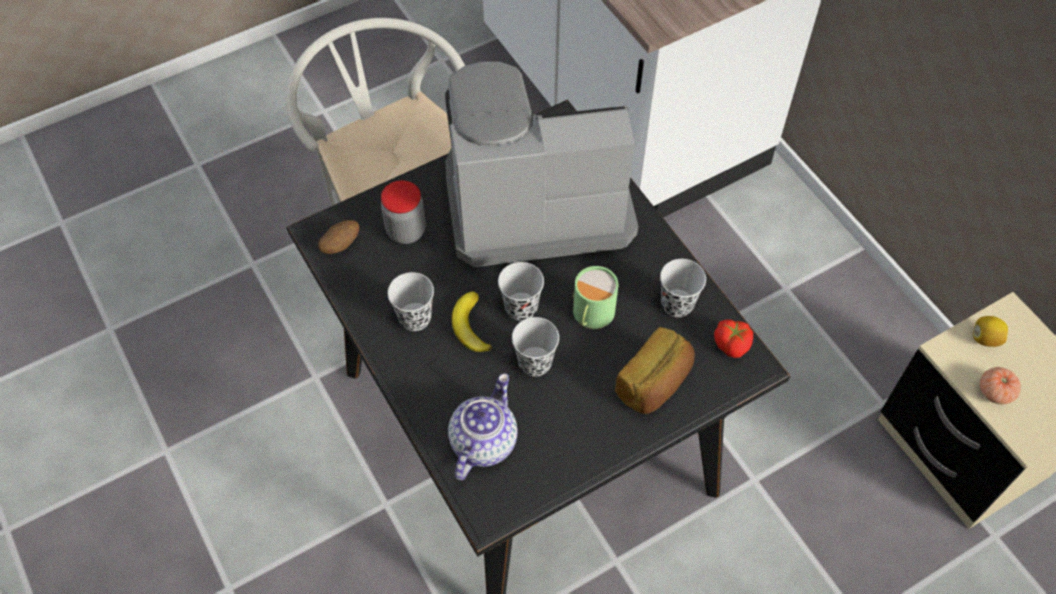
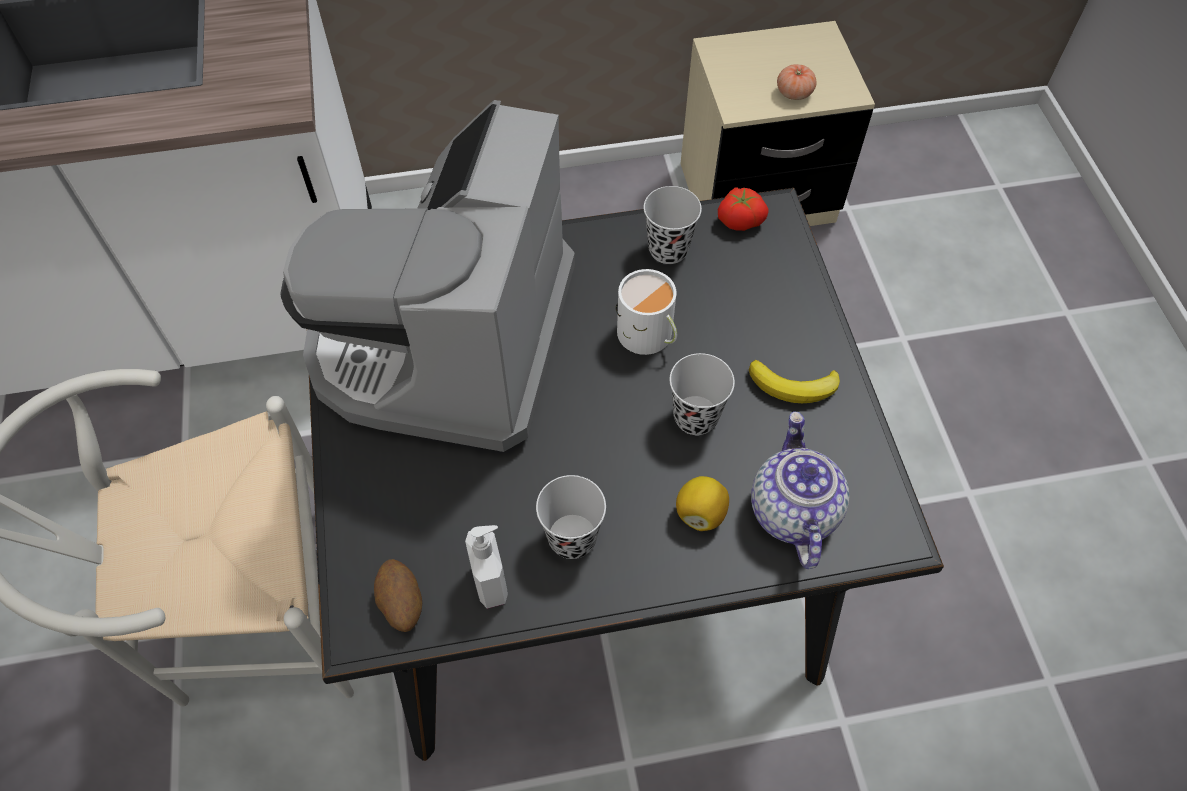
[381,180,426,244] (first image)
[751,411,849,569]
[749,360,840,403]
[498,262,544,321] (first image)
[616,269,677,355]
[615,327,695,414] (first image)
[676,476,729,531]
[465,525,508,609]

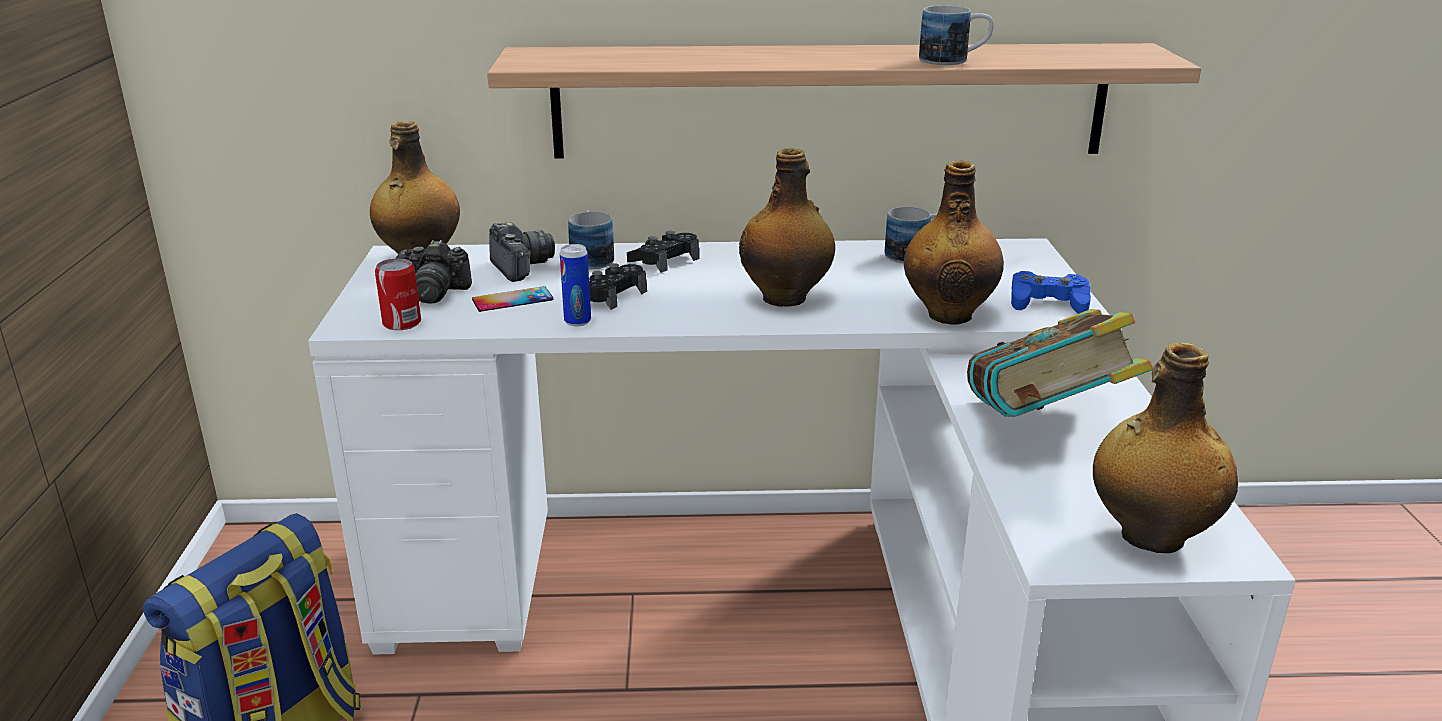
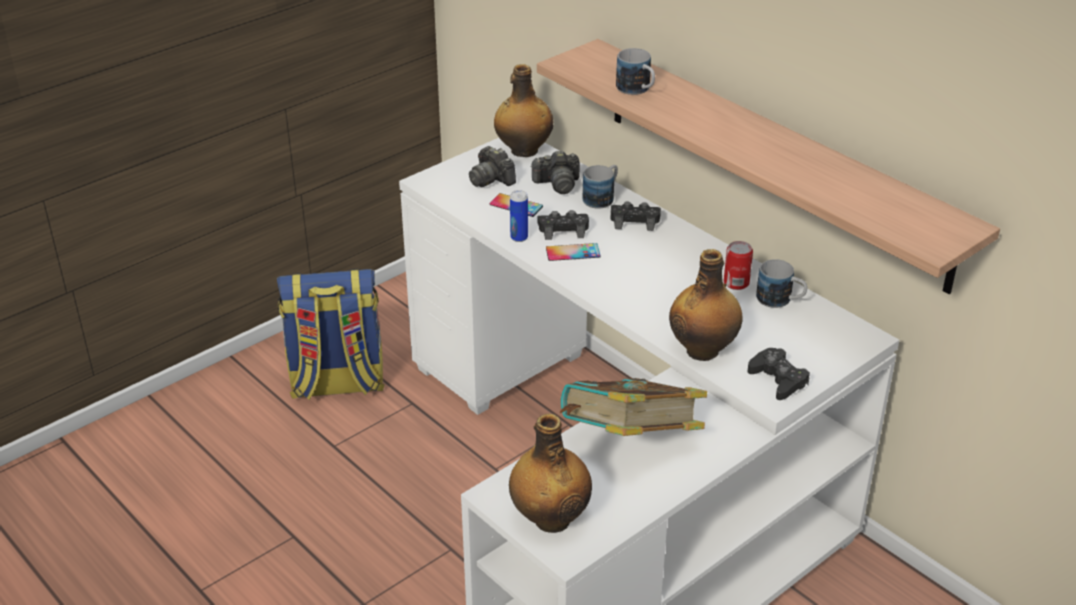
[724,241,753,290]
[531,150,580,194]
[739,148,835,307] (first image)
[616,48,655,95]
[748,348,810,400]
[546,243,600,261]

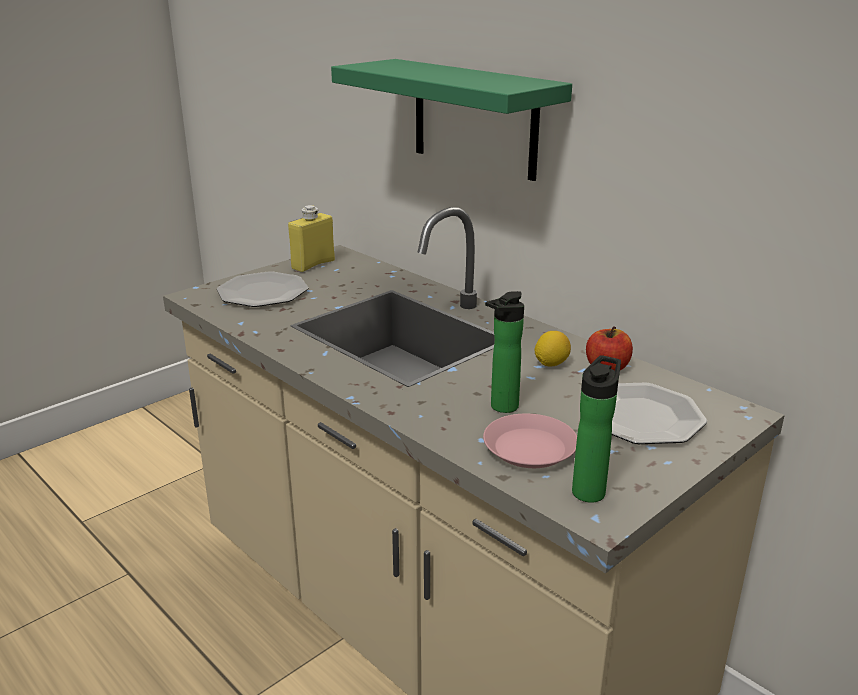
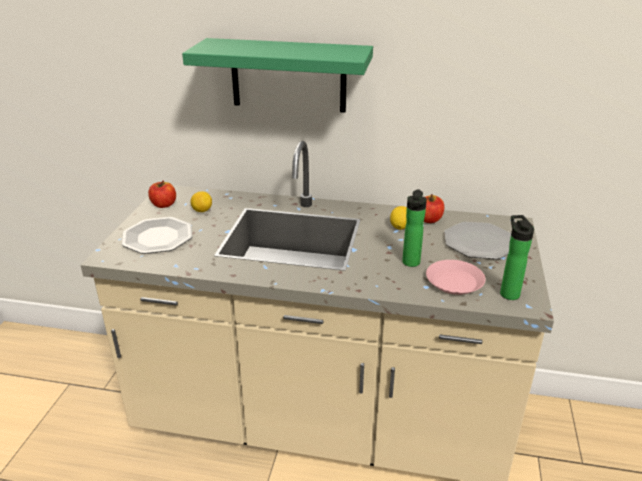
[148,180,176,208]
[190,191,212,212]

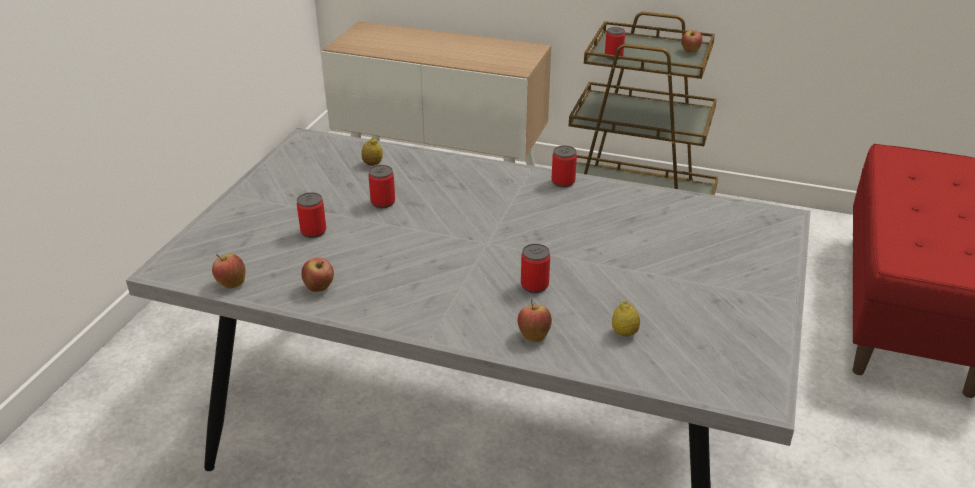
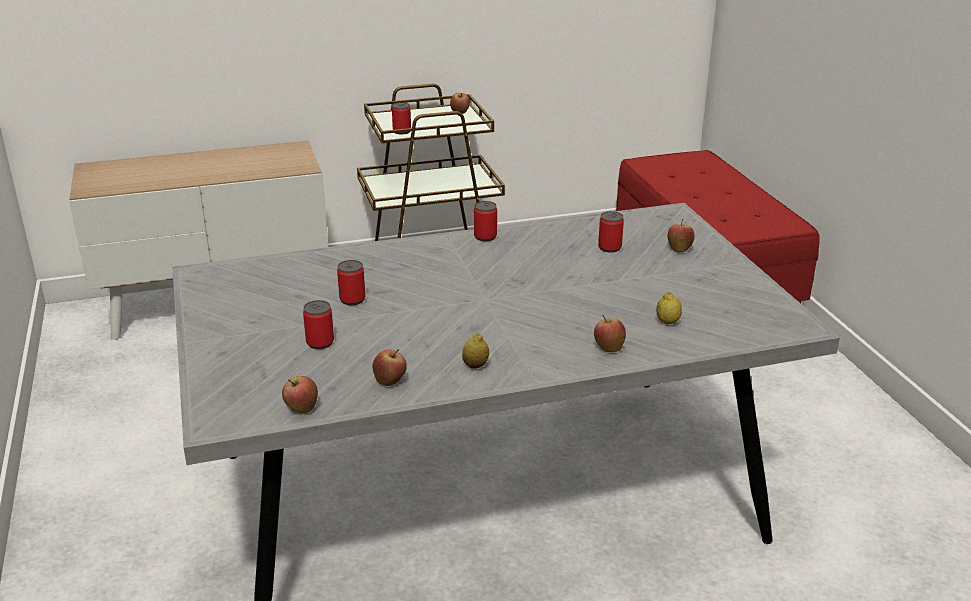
[462,333,489,369]
[598,211,624,253]
[667,219,695,253]

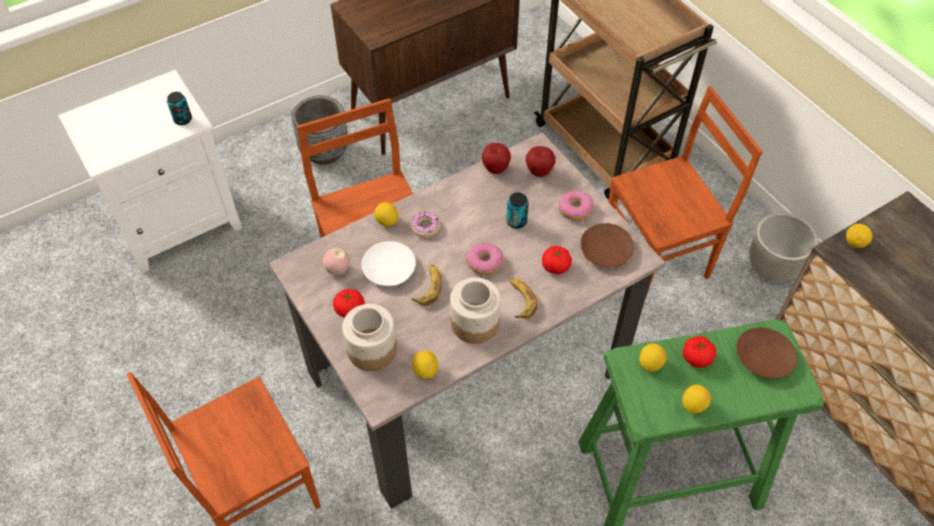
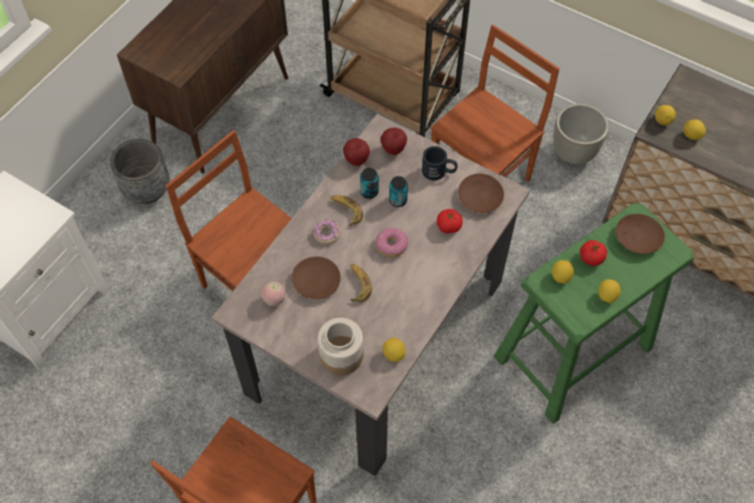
[360,168,379,199]
[333,289,365,318] (first image)
[292,257,341,299]
[683,119,706,140]
[450,277,501,344] (first image)
[330,195,363,226]
[422,146,457,180]

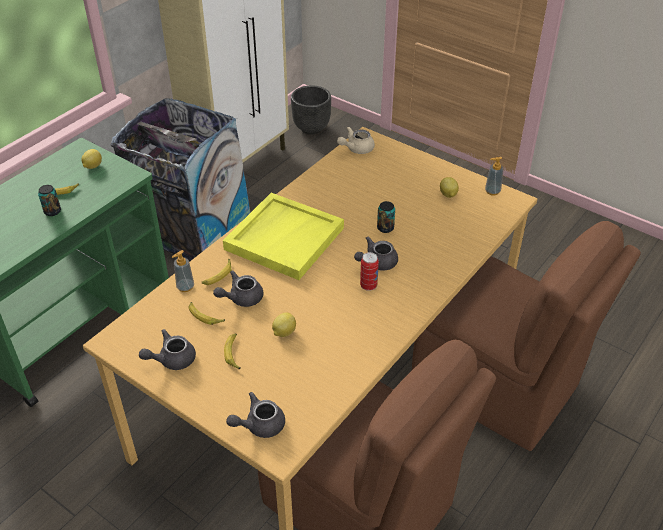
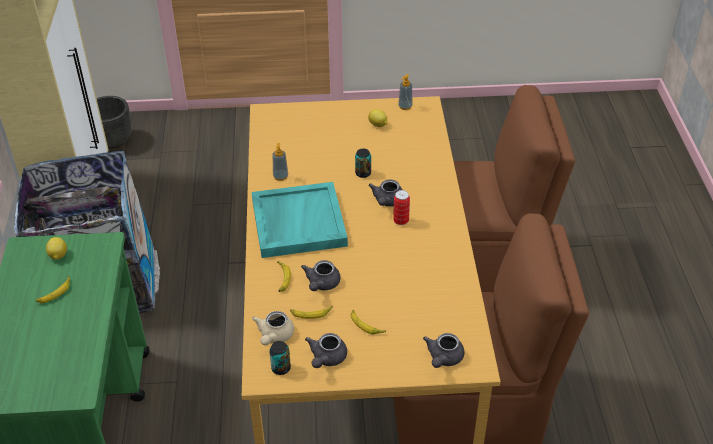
[269,341,291,375]
[272,143,288,181]
[251,182,348,258]
[272,312,296,337] (first image)
[252,311,294,346]

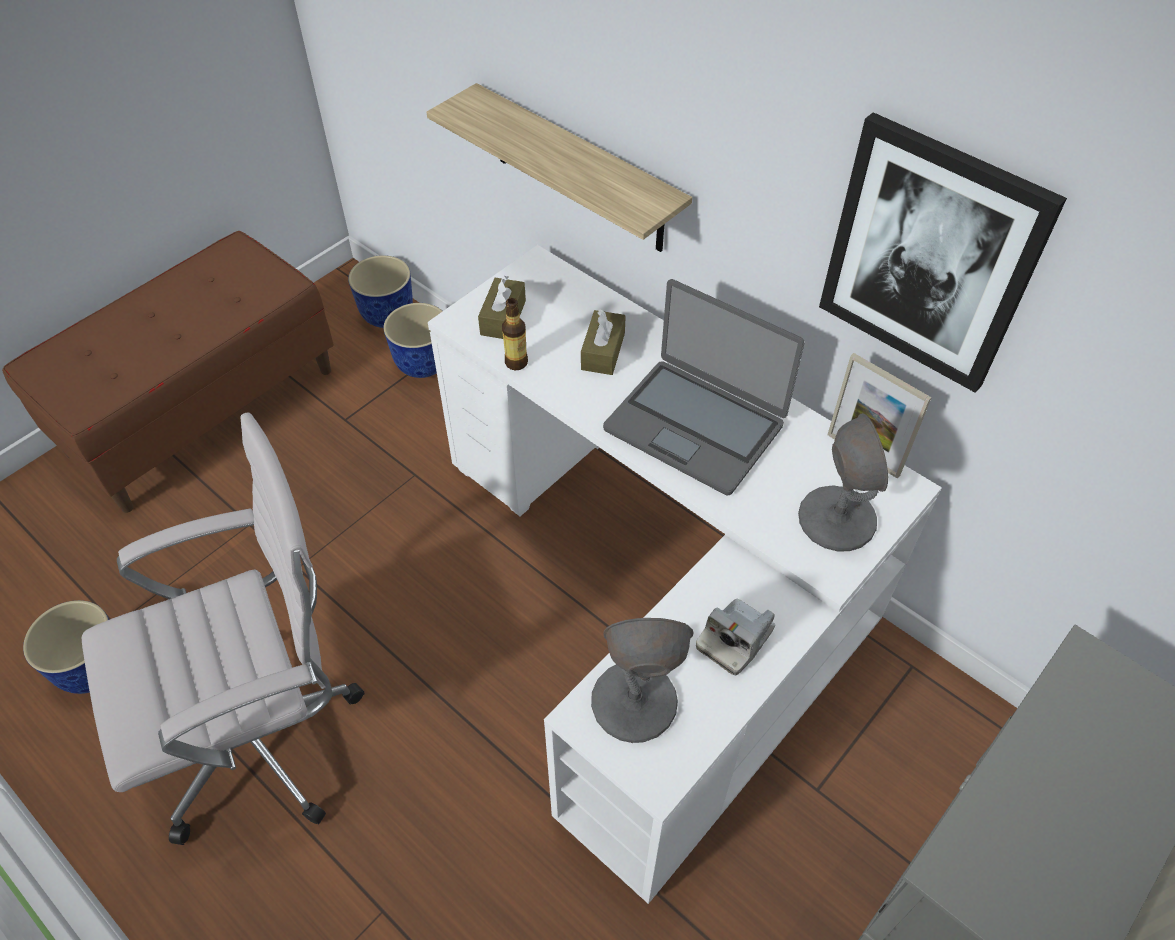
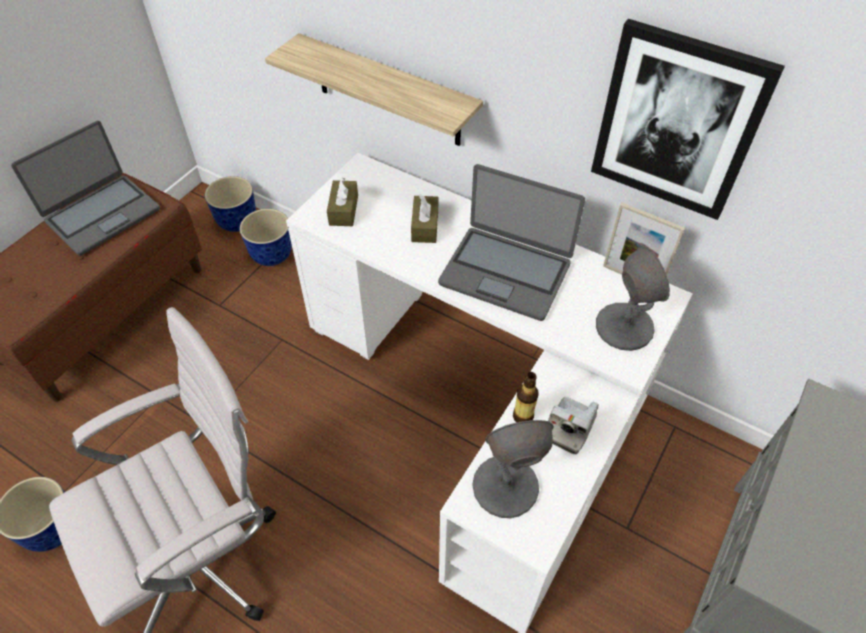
[513,372,539,423]
[11,121,160,256]

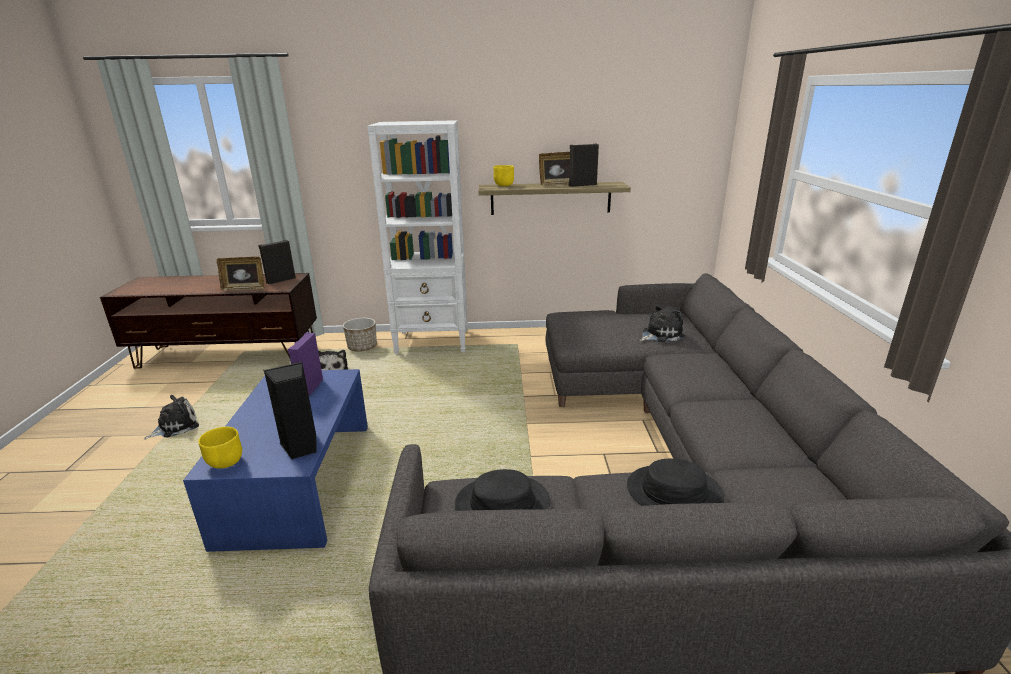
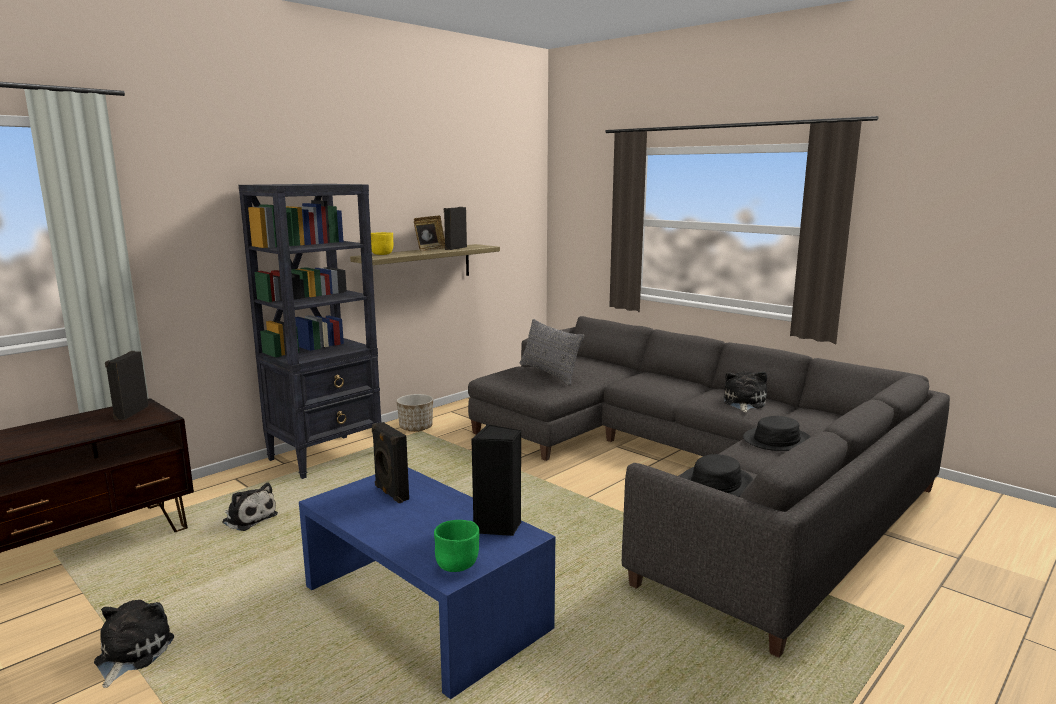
[434,520,479,572]
[217,257,265,291] (first image)
[372,422,409,503]
[397,394,433,432]
[239,184,382,479]
[724,371,767,413]
[520,319,585,385]

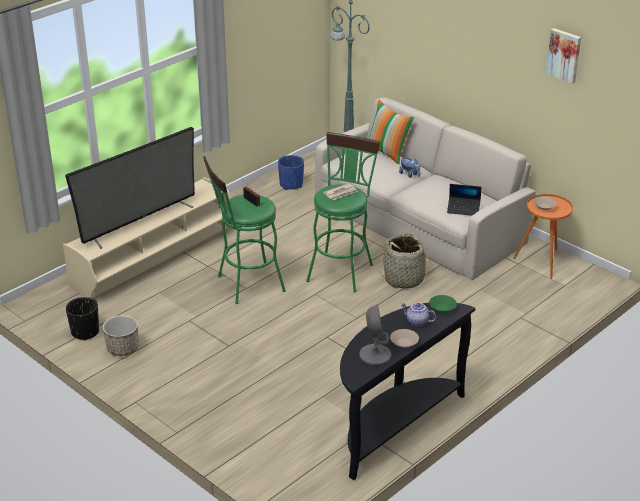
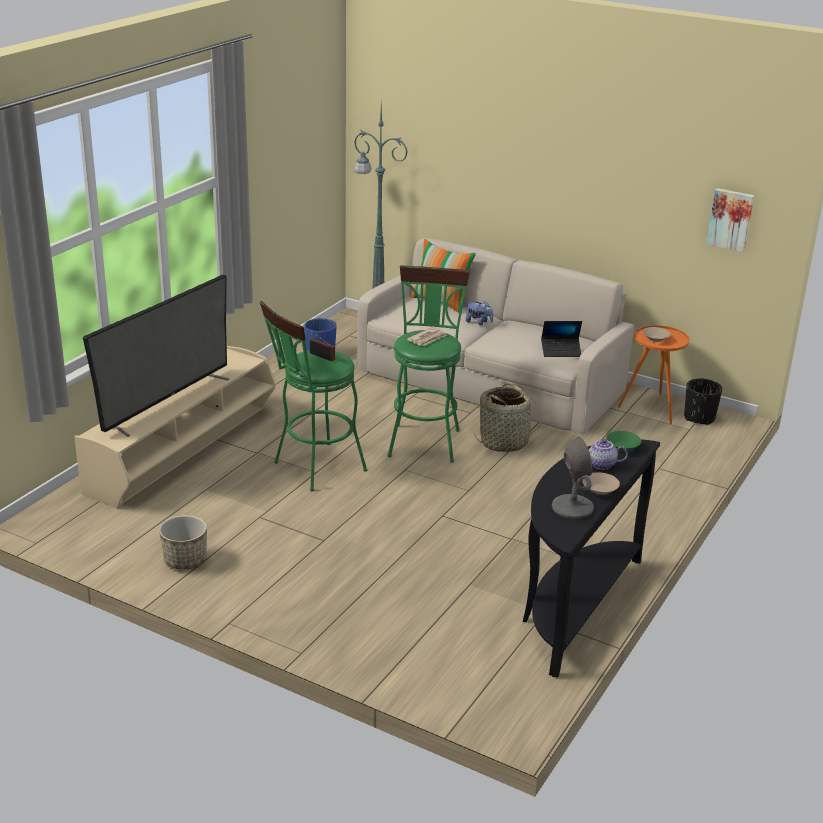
[684,378,722,425]
[707,188,754,252]

